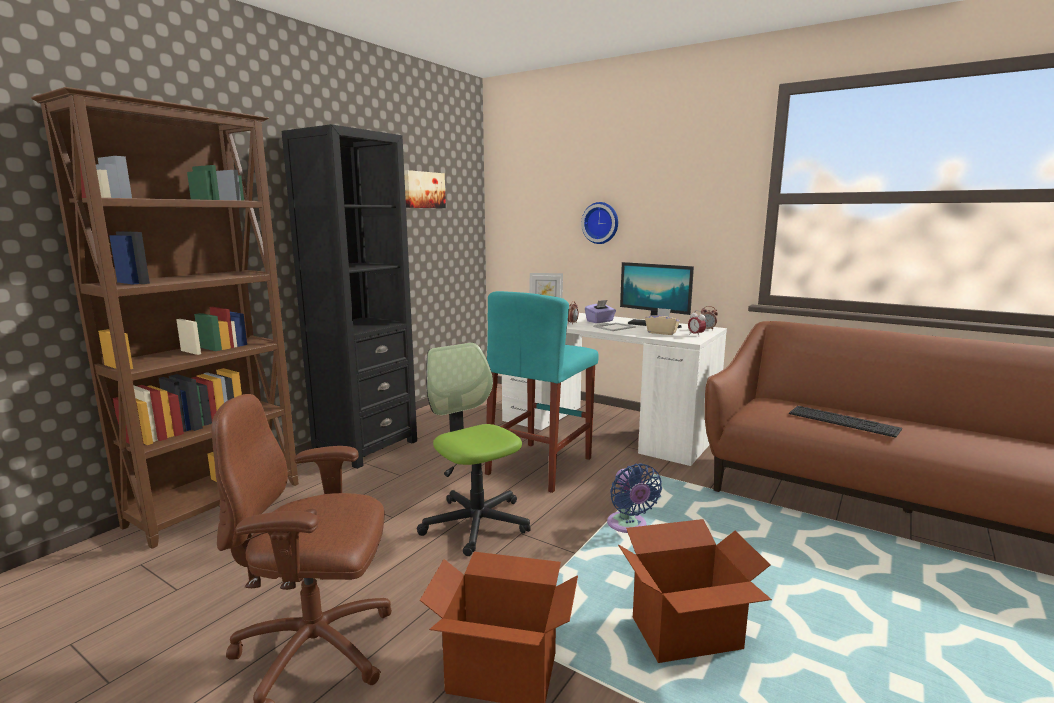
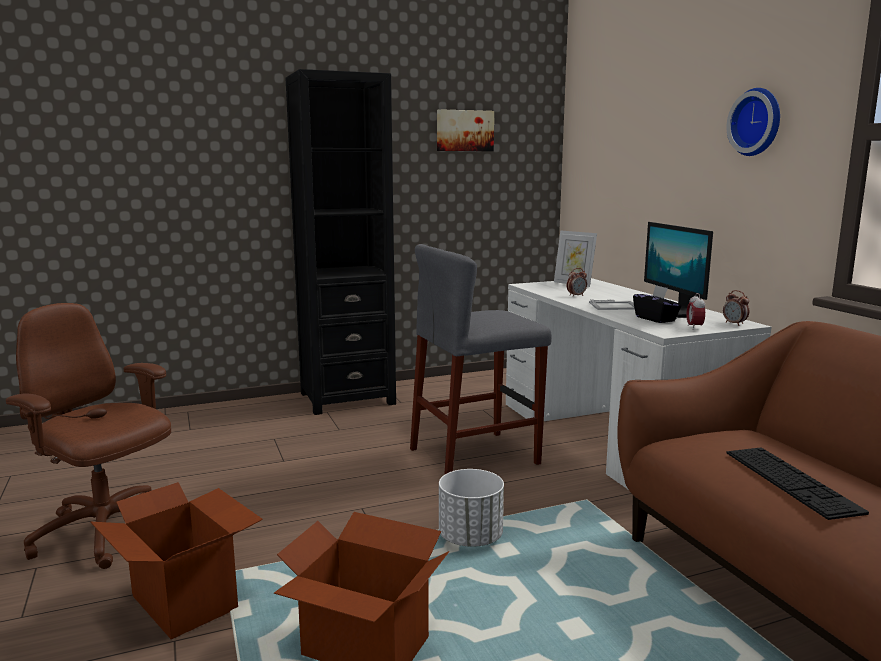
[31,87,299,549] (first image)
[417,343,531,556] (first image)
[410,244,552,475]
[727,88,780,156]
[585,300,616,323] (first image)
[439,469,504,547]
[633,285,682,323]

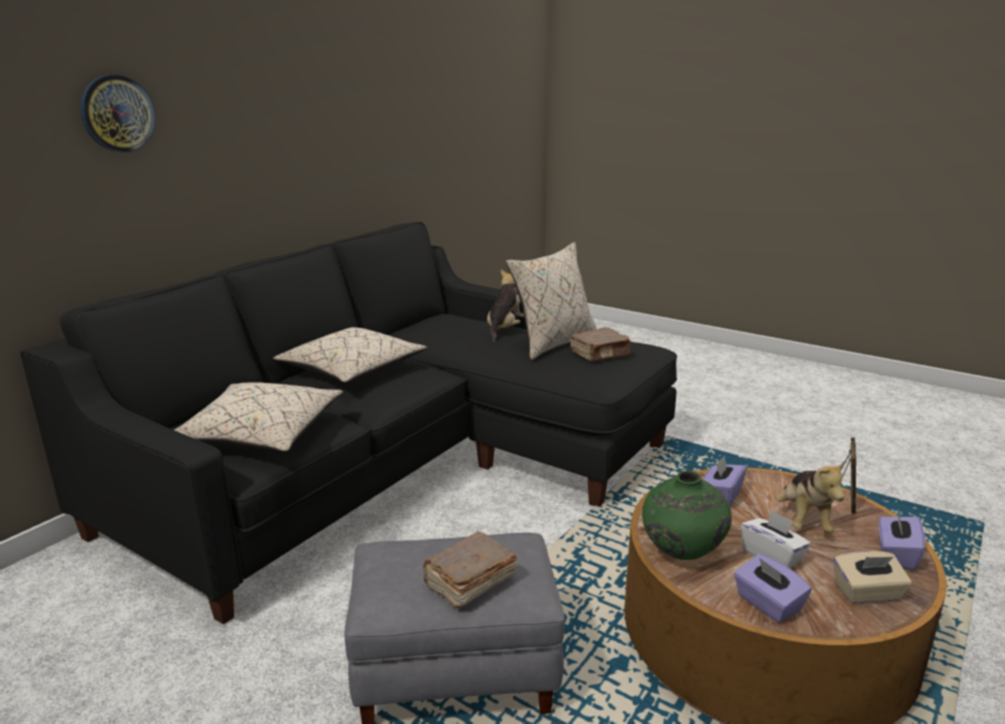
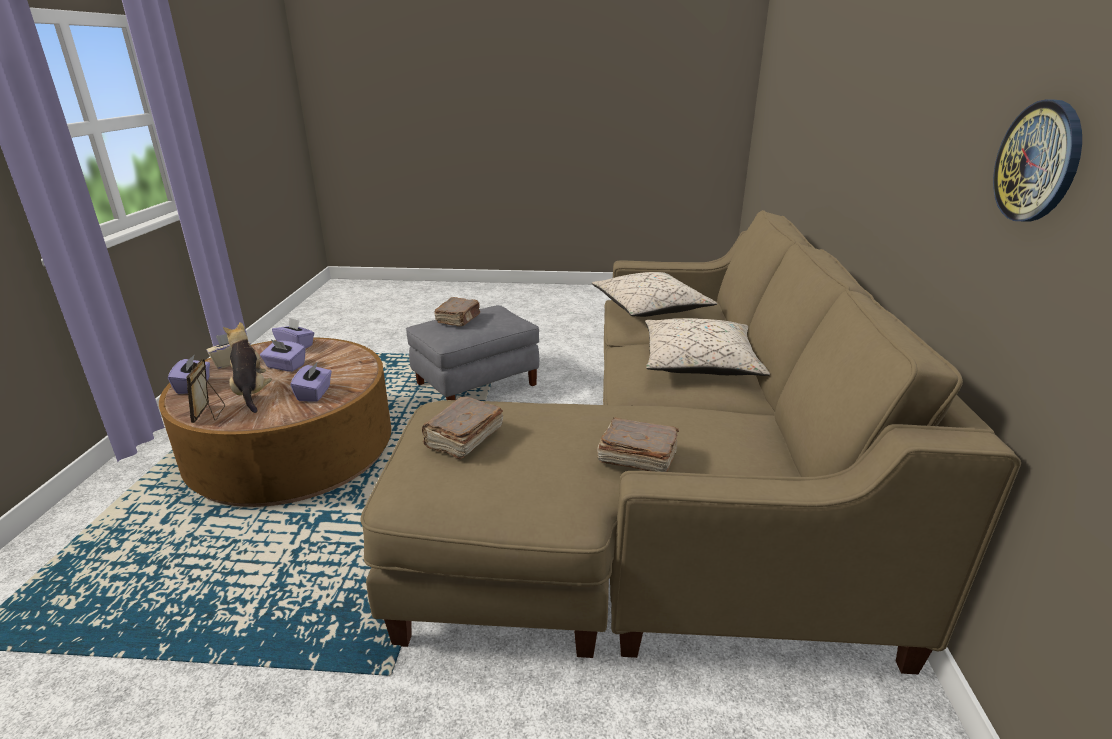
[360,210,1021,674]
[993,100,1082,222]
[597,417,679,472]
[506,242,597,360] (first image)
[642,470,732,560] (first image)
[260,340,306,372]

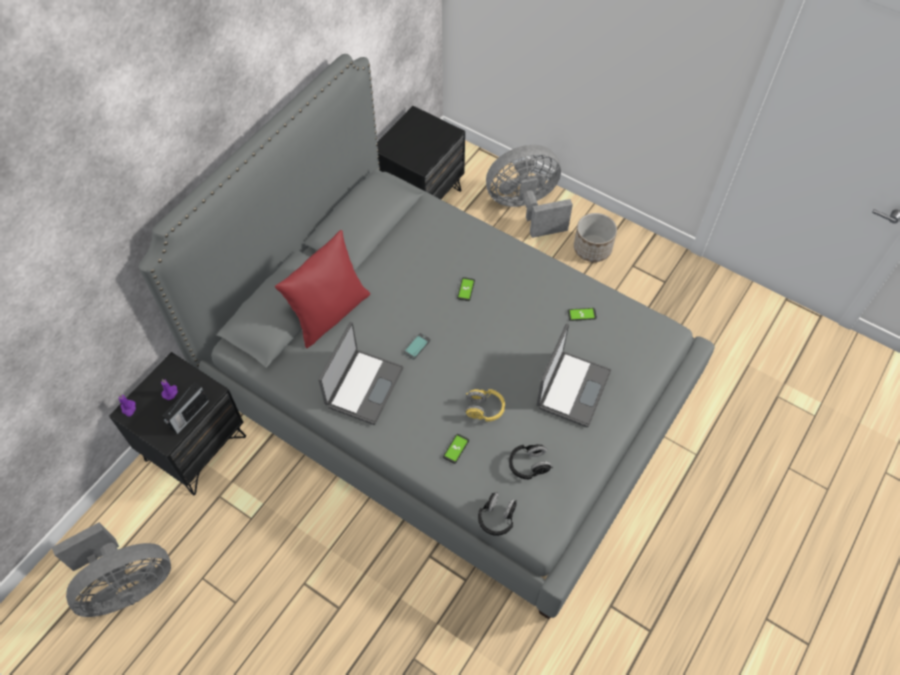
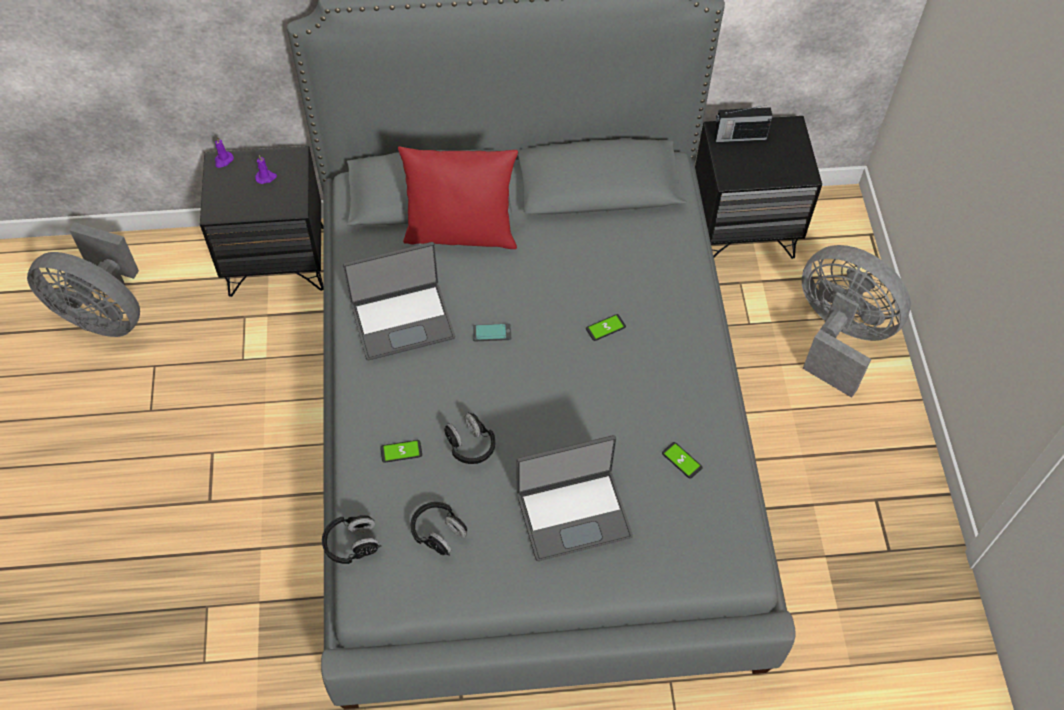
[714,105,773,142]
[444,412,495,464]
[574,213,617,262] (first image)

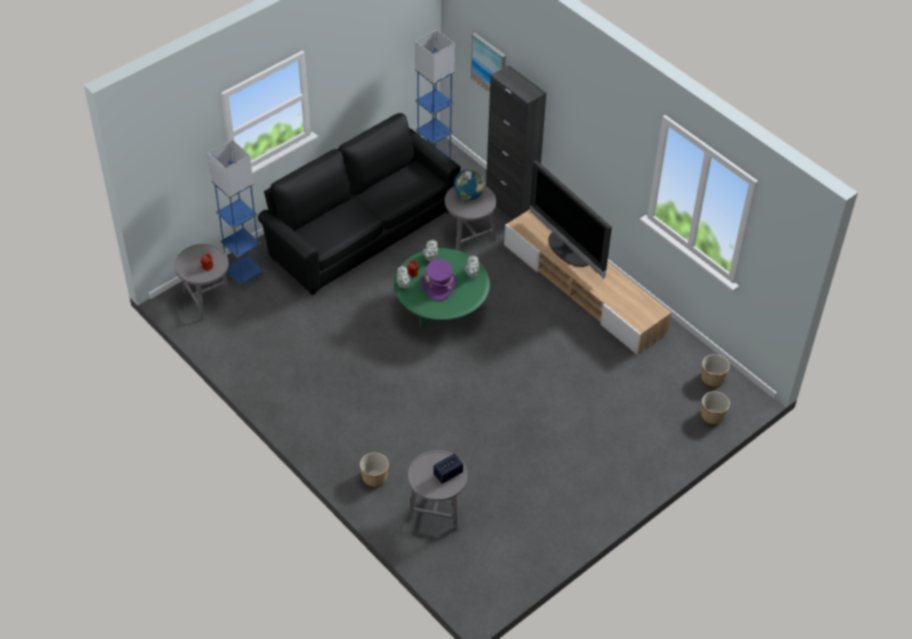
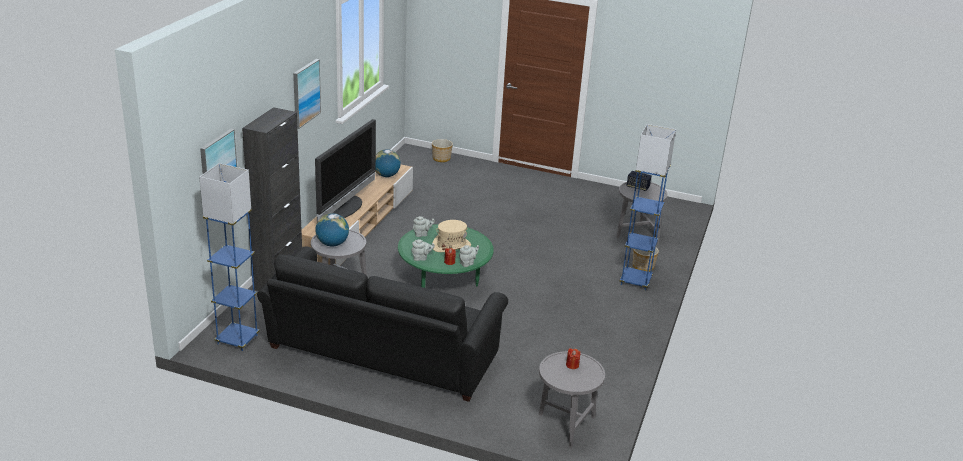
[620,124,676,290]
[432,220,471,252]
[701,354,730,387] (first image)
[293,59,321,129]
[376,149,401,177]

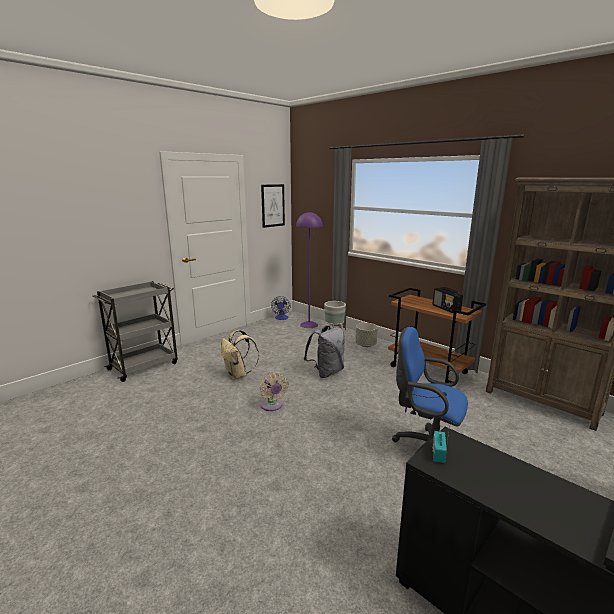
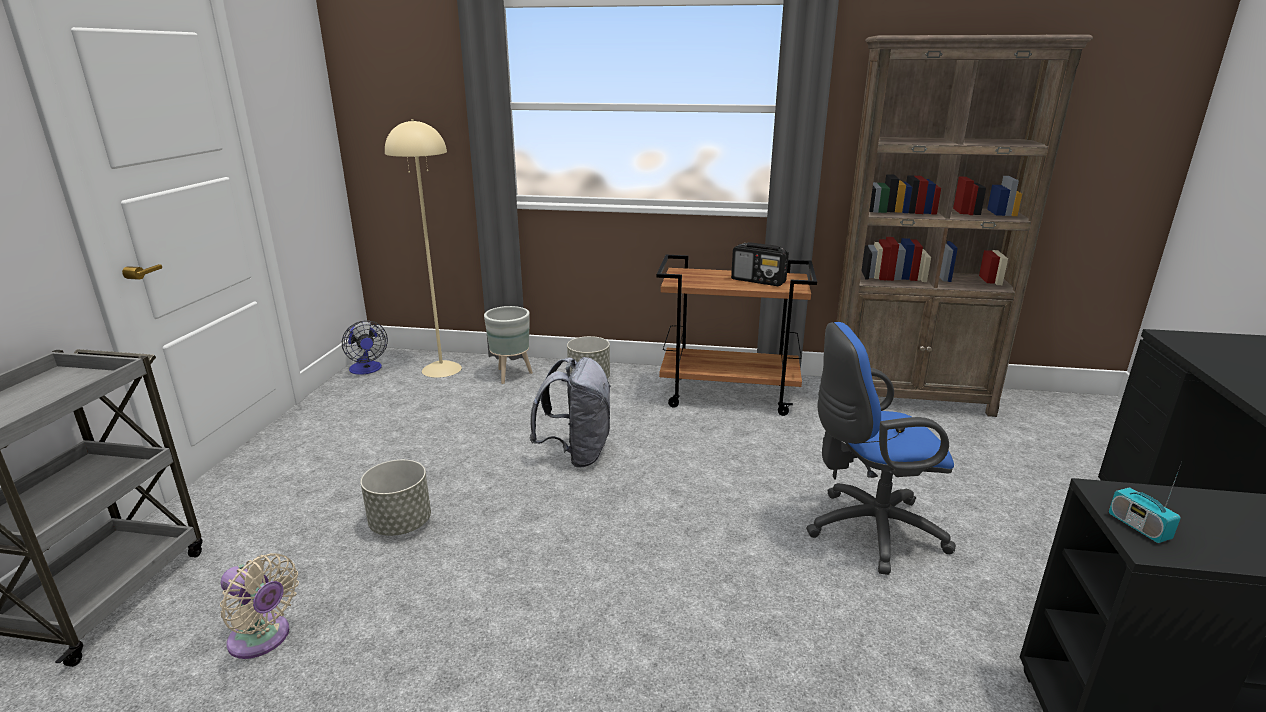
[361,460,431,536]
[220,553,299,659]
[261,184,285,228] (first image)
[385,119,462,378]

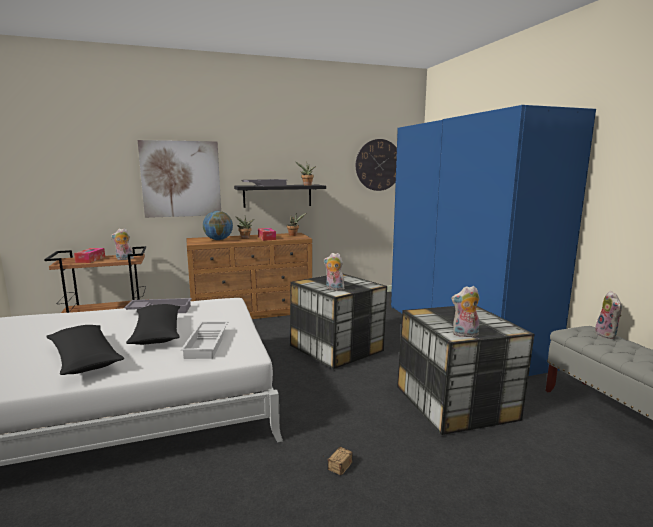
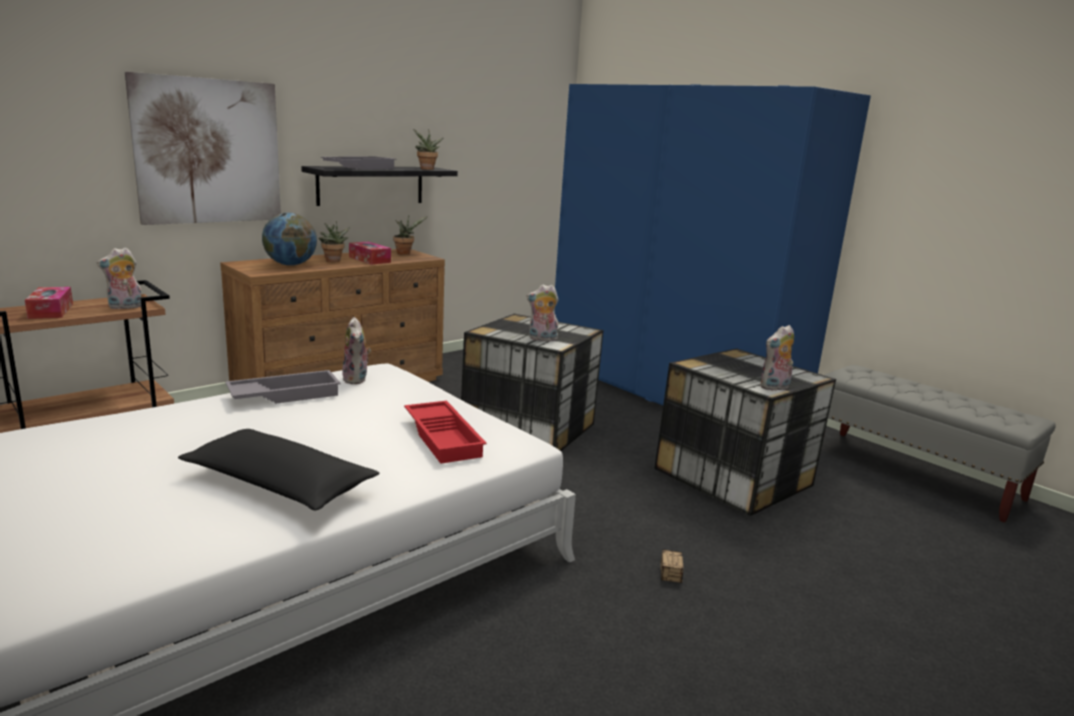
[126,304,180,345] (first image)
[404,401,487,464]
[356,139,397,191] (first image)
[342,317,371,384]

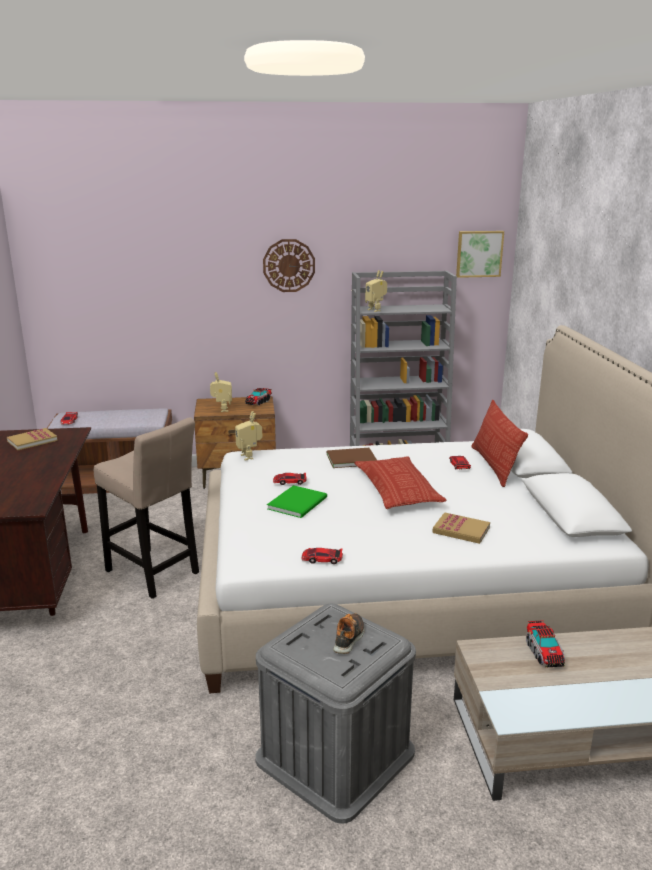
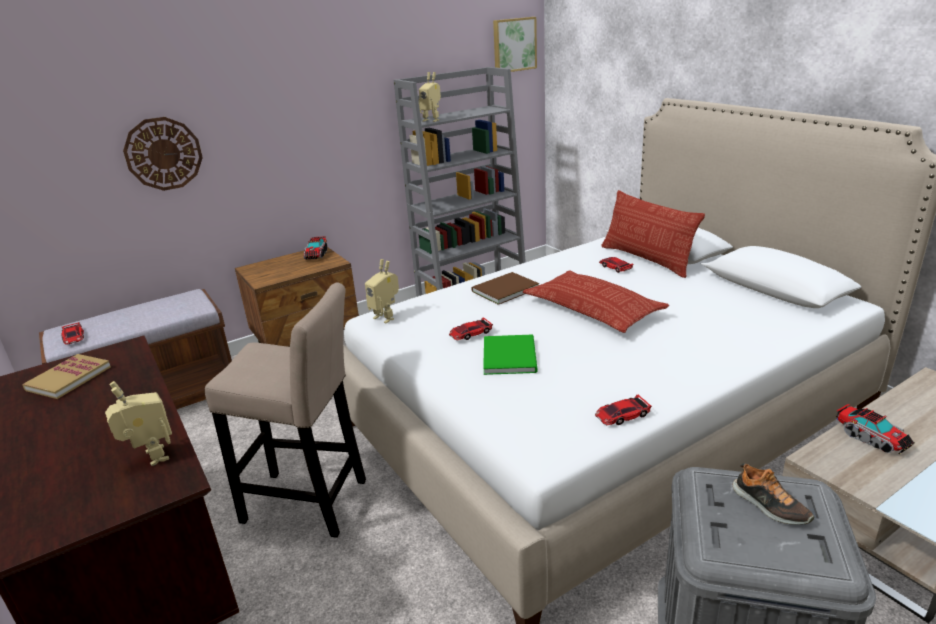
[105,381,172,466]
[123,117,203,191]
[733,463,814,525]
[432,512,490,544] (first image)

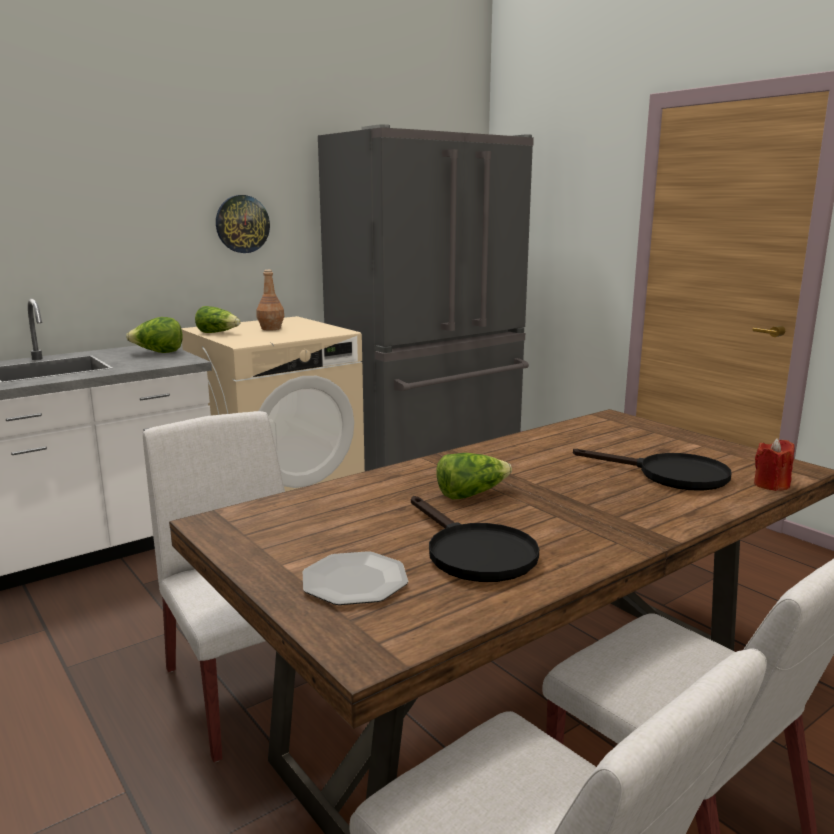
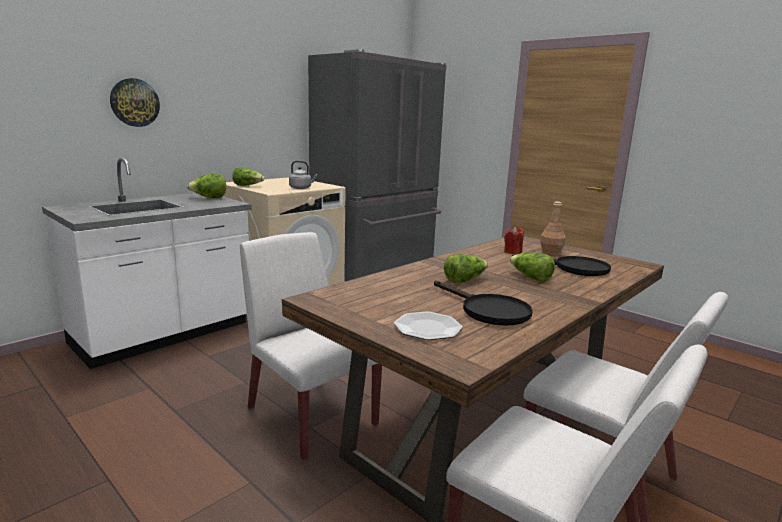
[110,78,160,127]
[540,201,566,255]
[504,227,524,254]
[289,161,317,189]
[510,253,555,282]

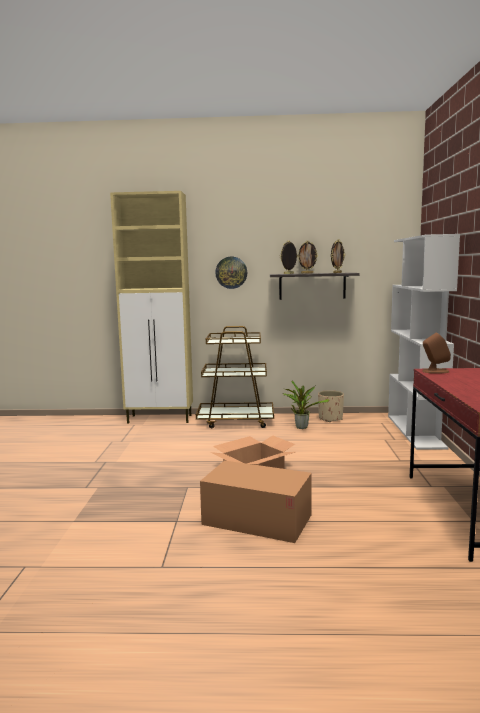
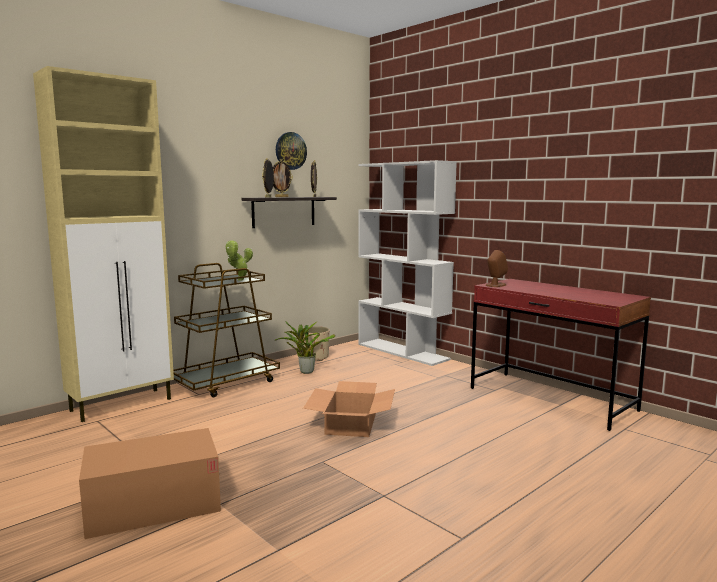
[79,428,221,539]
[276,132,307,170]
[226,240,253,281]

